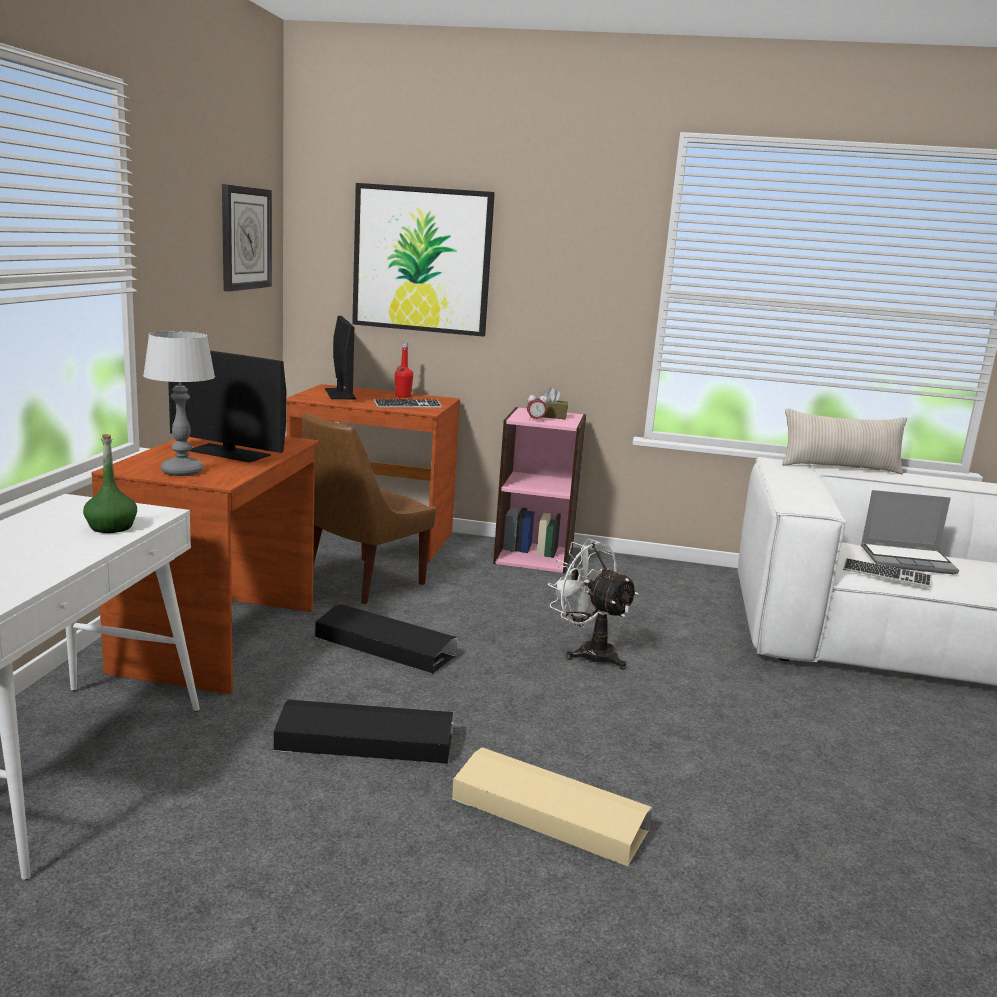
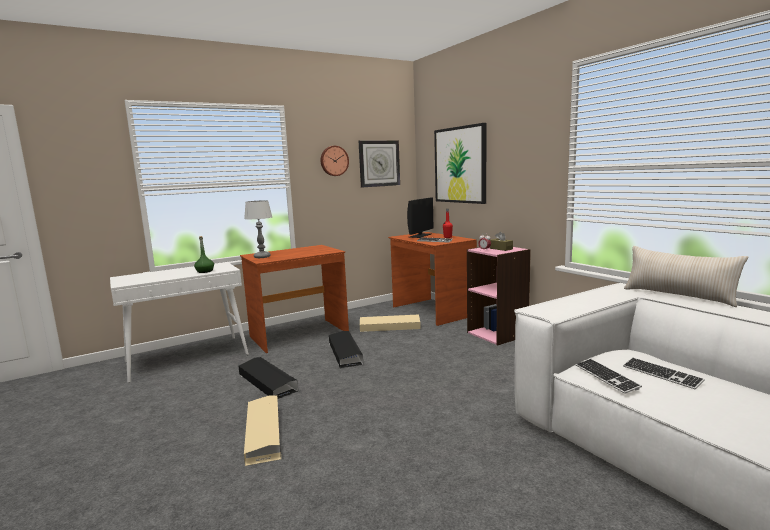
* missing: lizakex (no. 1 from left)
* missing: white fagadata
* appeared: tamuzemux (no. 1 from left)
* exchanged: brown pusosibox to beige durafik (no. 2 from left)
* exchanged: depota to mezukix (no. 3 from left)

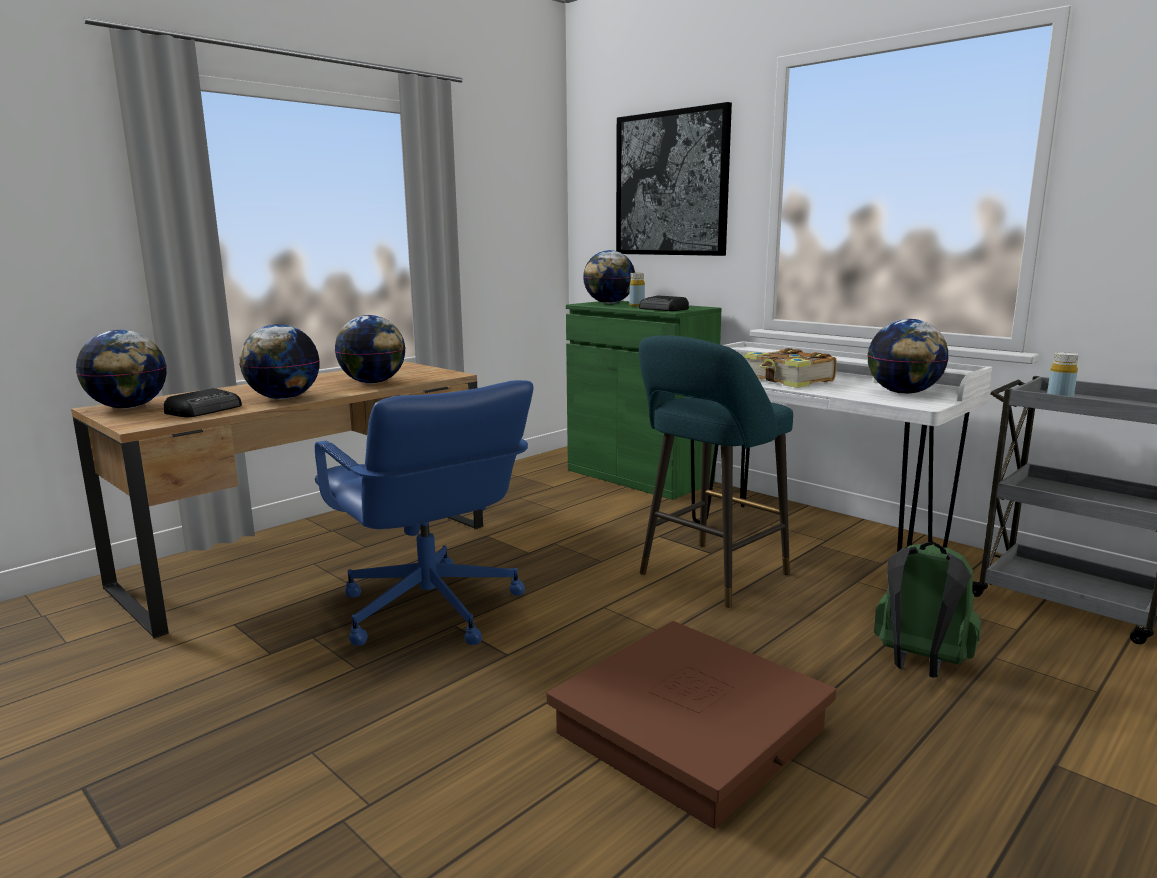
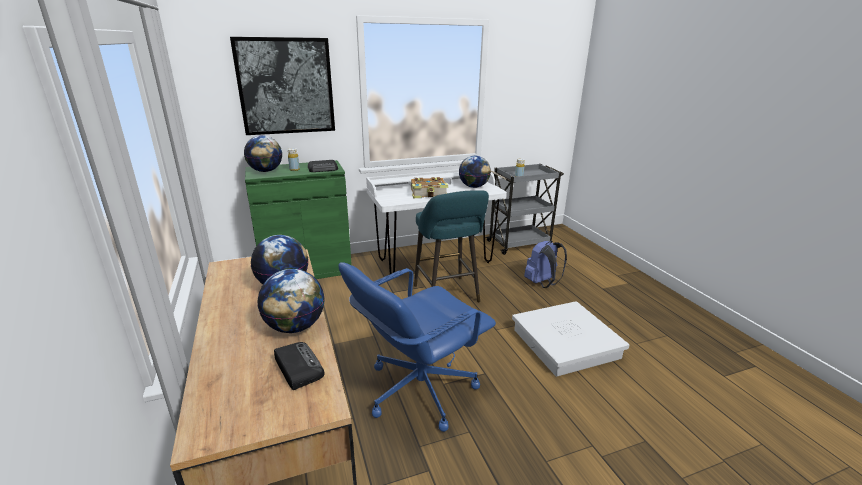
* missing: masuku (no. 1 from left)
* colour: brown durafik to white durafik
* colour: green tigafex to blue tigafex
* spun: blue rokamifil 150 degrees clockwise

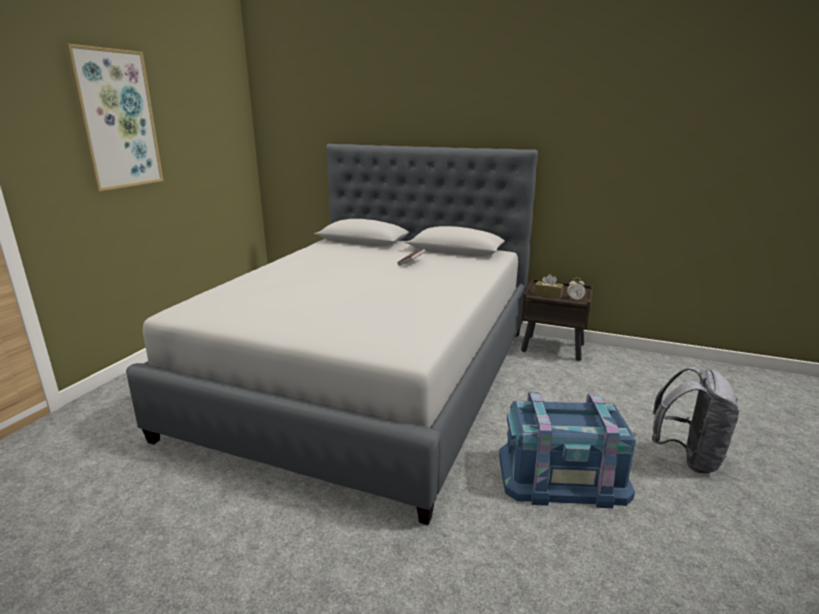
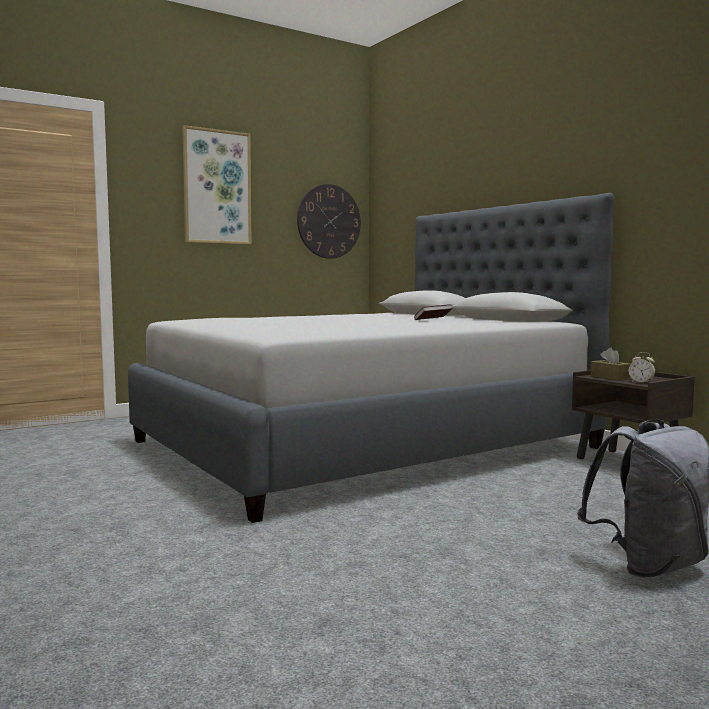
* missing: blue durafik
* appeared: tamuzemux

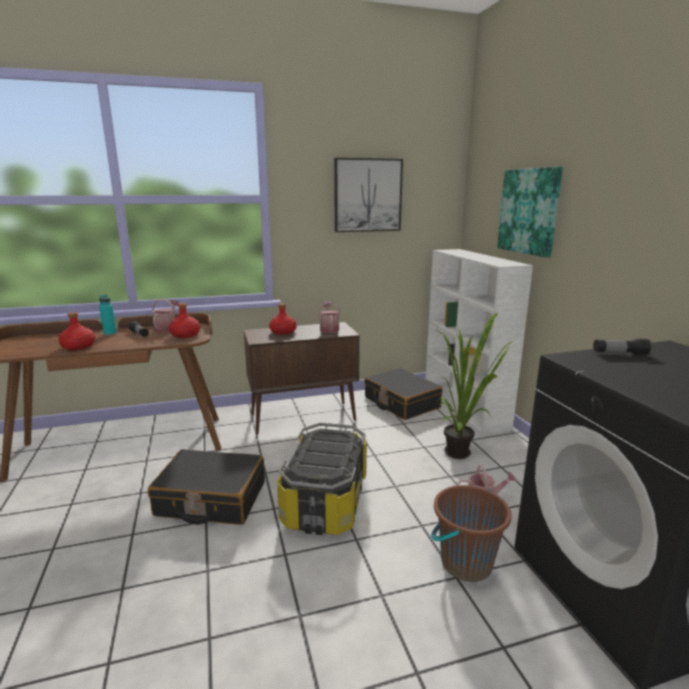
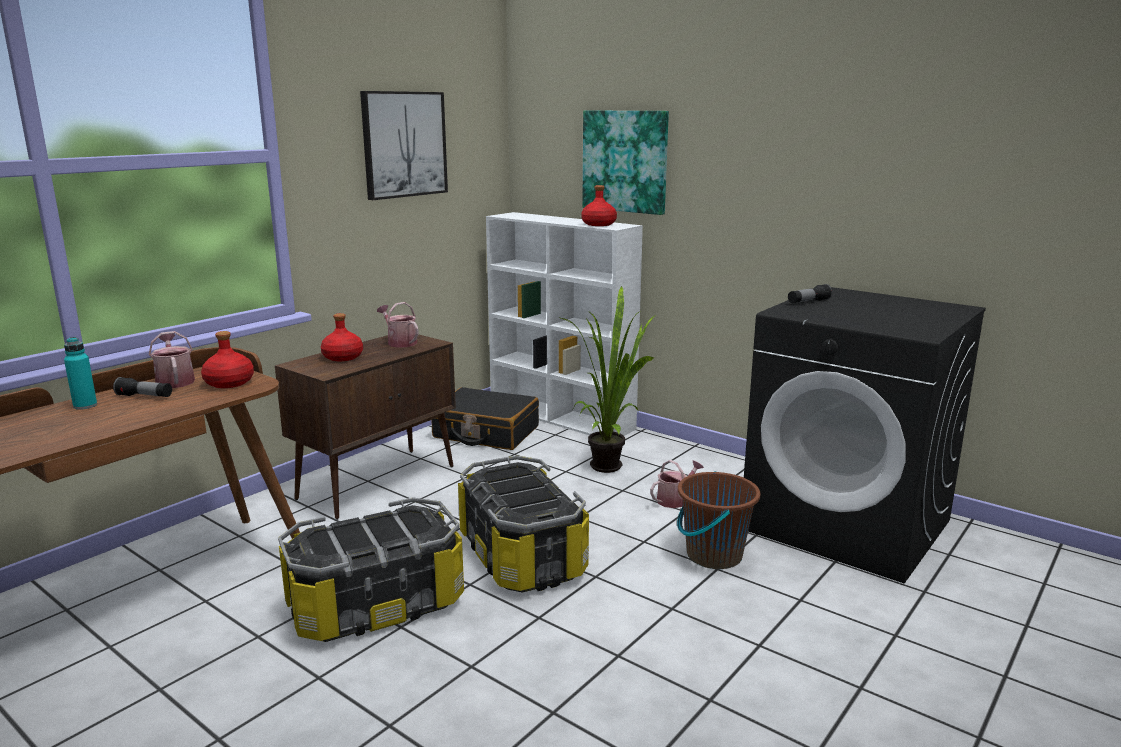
* relocated: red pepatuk (no. 1 from left in the first image) to red pepatuk (no. 3 from left)
* exchanged: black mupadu (no. 1 from left) to durafik (no. 1 from left)

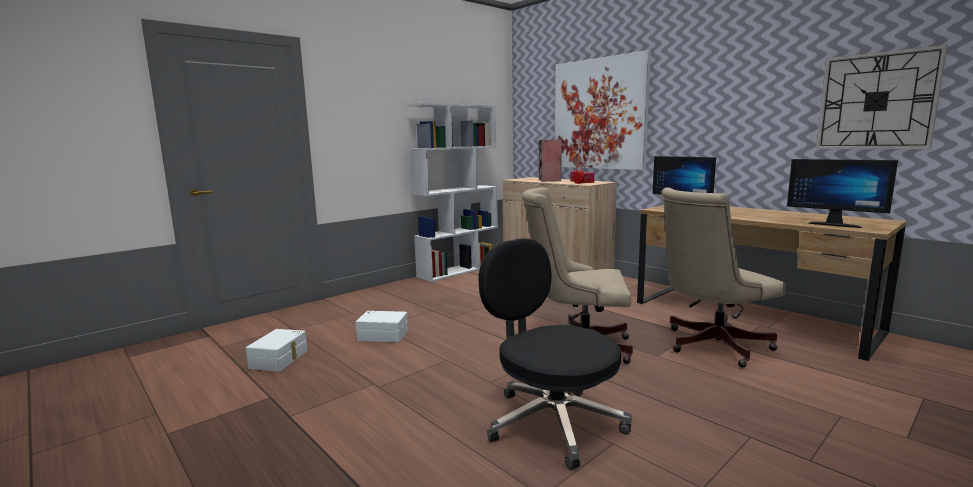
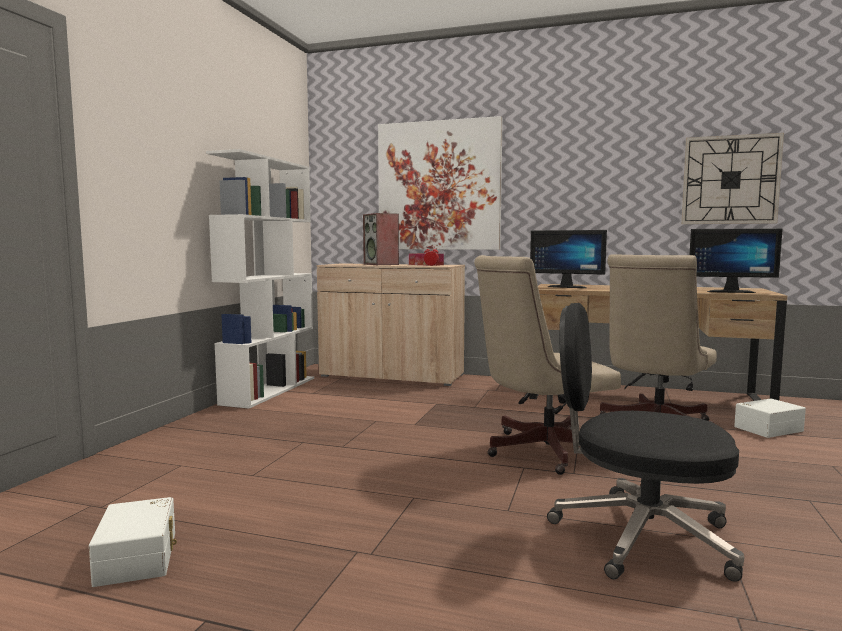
* relocated: white durafik (no. 2 from left)

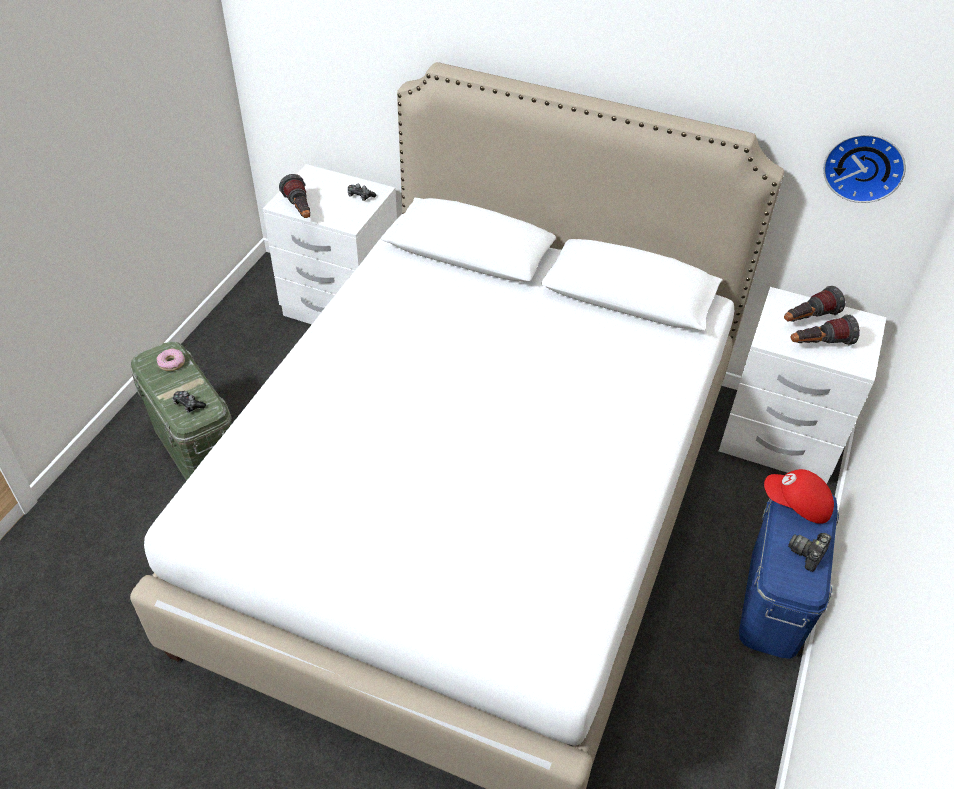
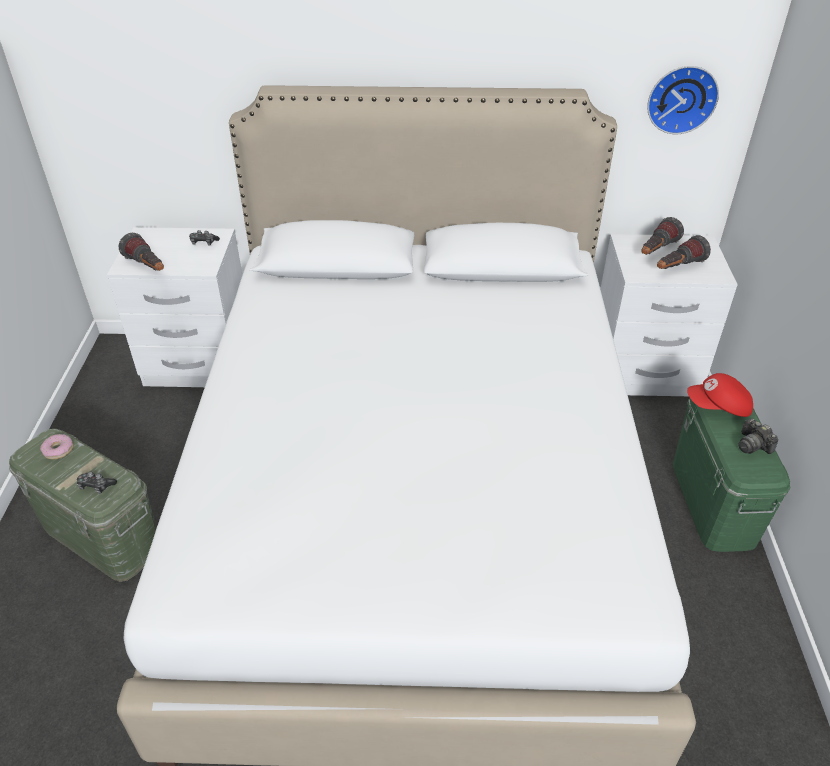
* colour: blue durafik to green durafik (no. 2 from left)
* spun: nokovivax 45 degrees counterclockwise

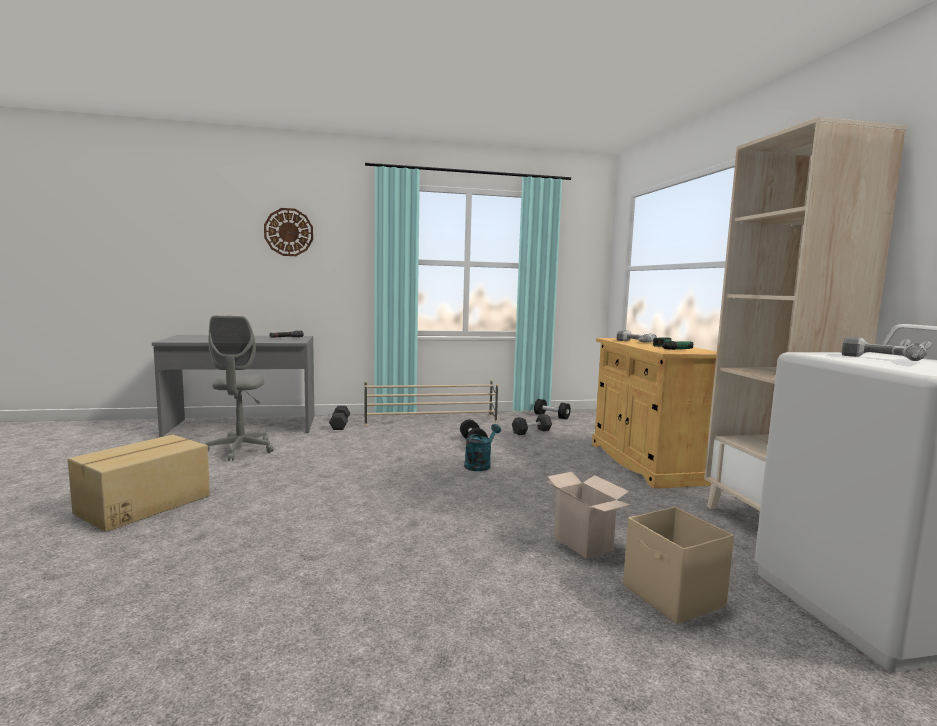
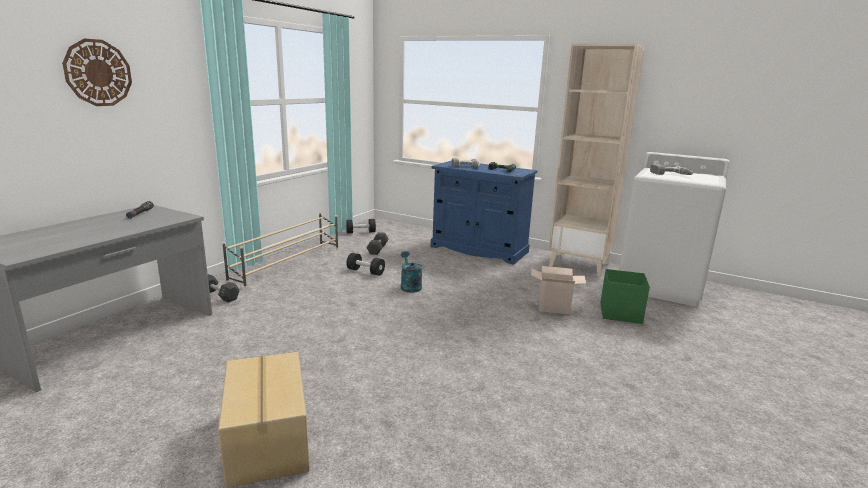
* missing: grey rokamifil
* colour: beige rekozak to blue rekozak
* colour: beige durafik to green durafik

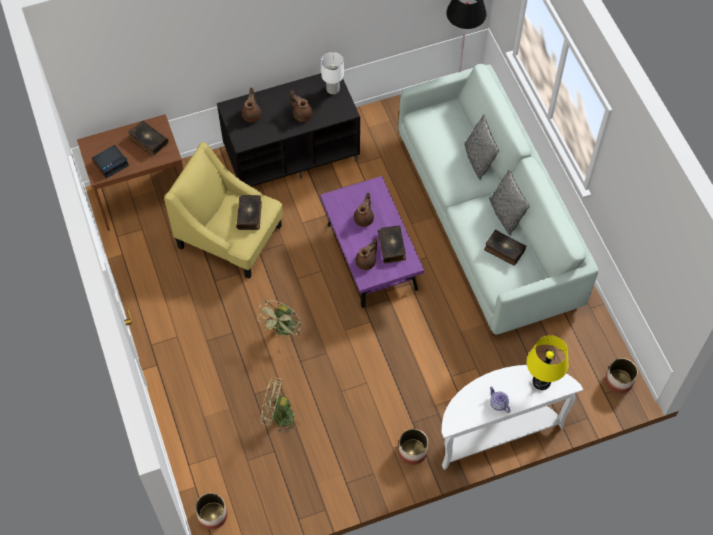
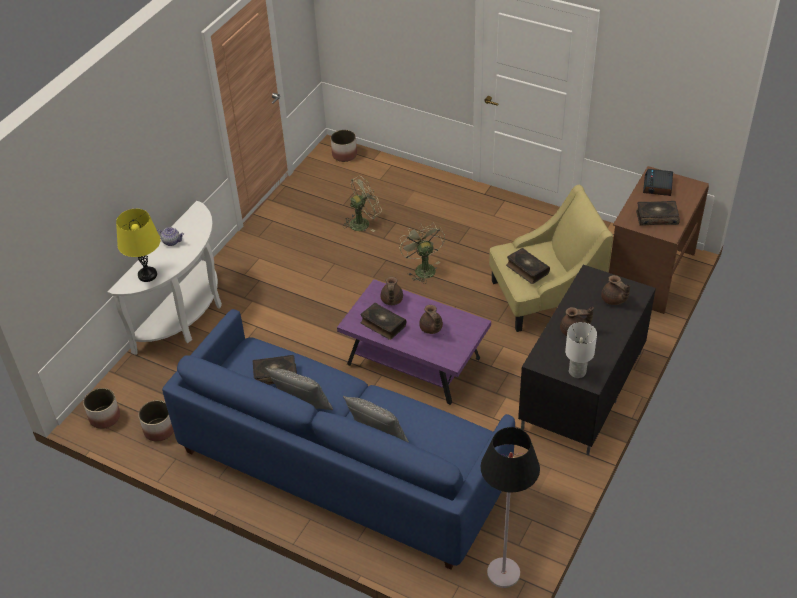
* relocated: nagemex (no. 2 from left)
* colour: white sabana to blue sabana

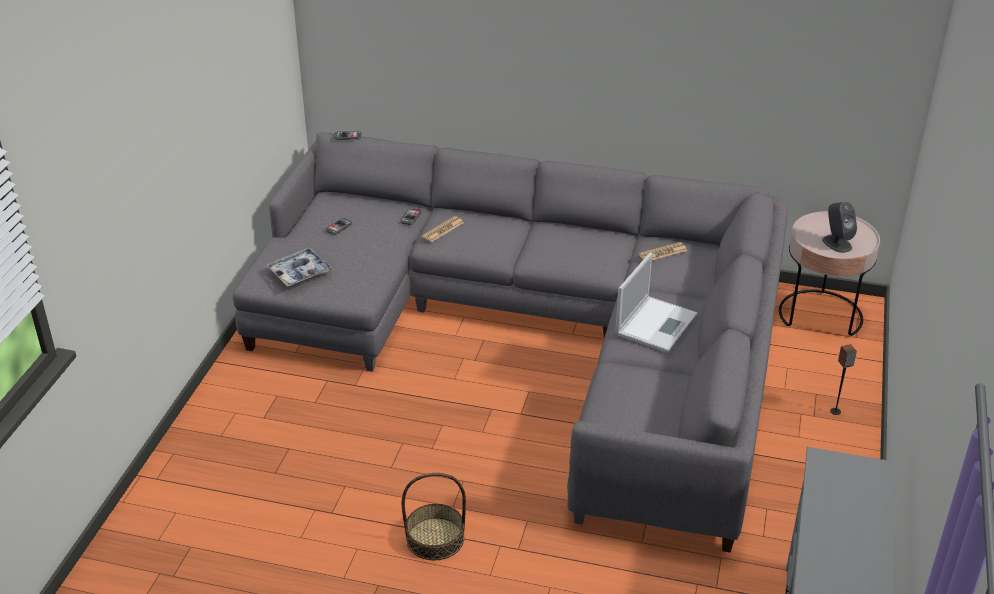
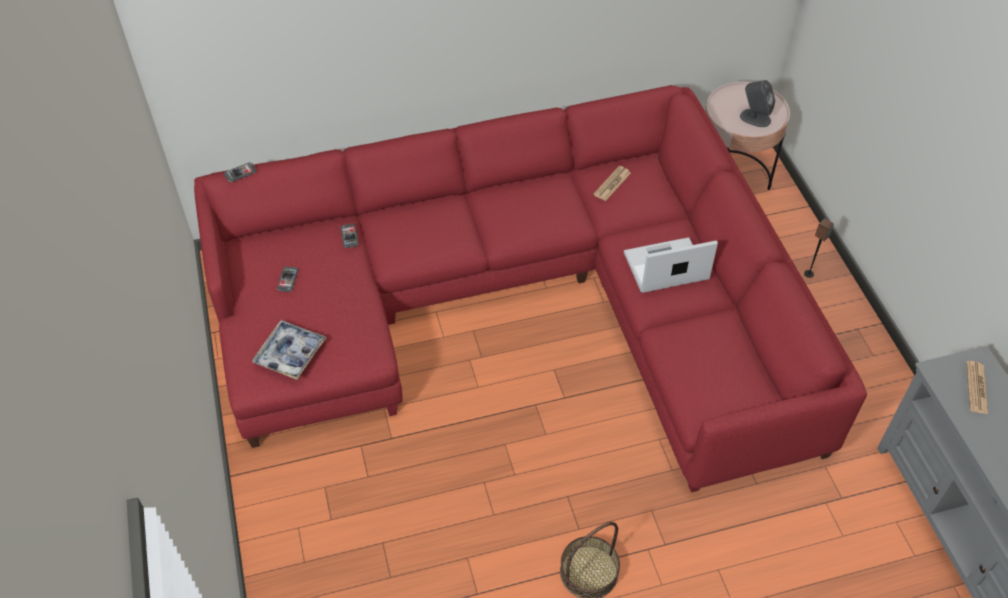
* relocated: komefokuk (no. 1 from left in the first image) to komefokuk (no. 2 from left)
* colour: grey sabana to red sabana
* spun: depota 105 degrees counterclockwise

